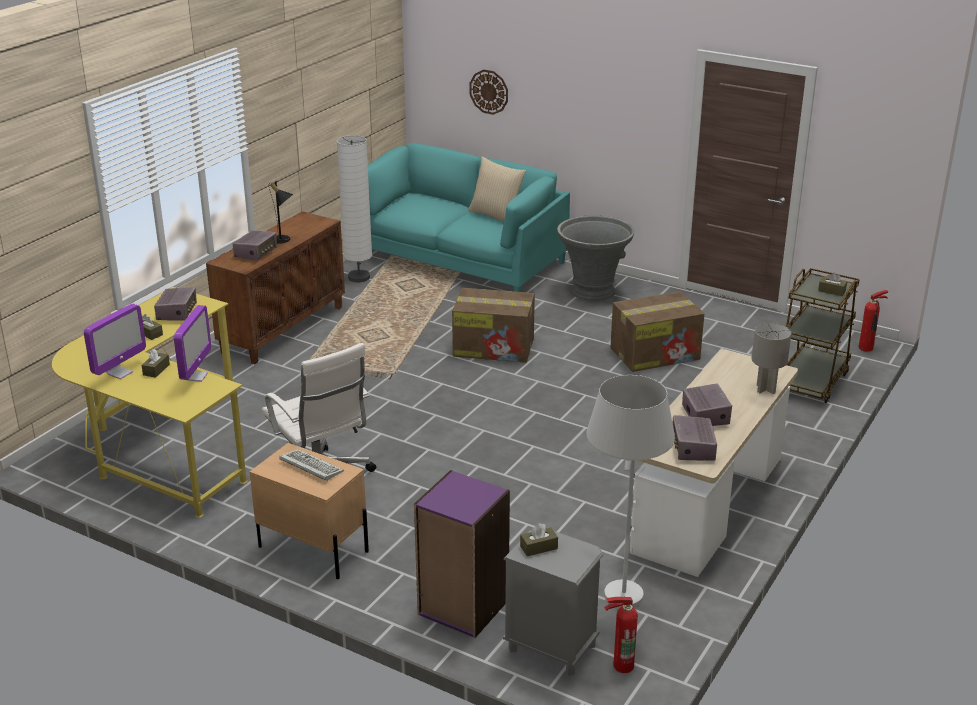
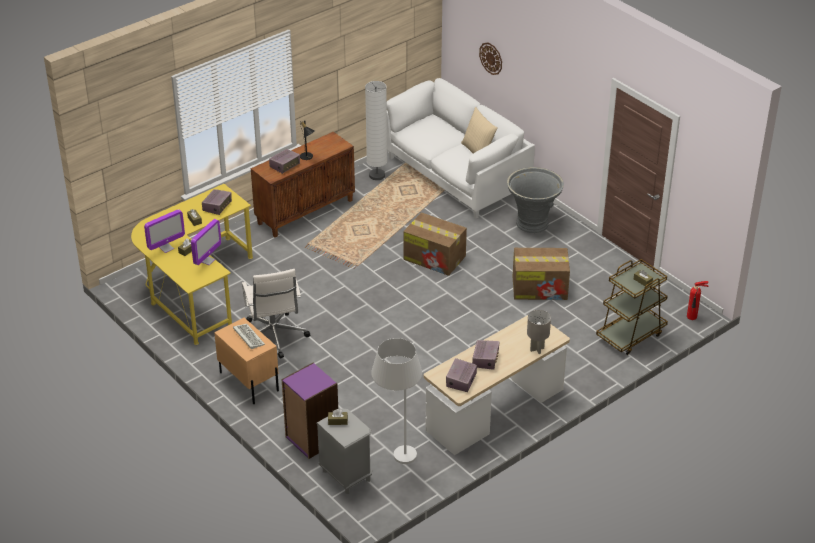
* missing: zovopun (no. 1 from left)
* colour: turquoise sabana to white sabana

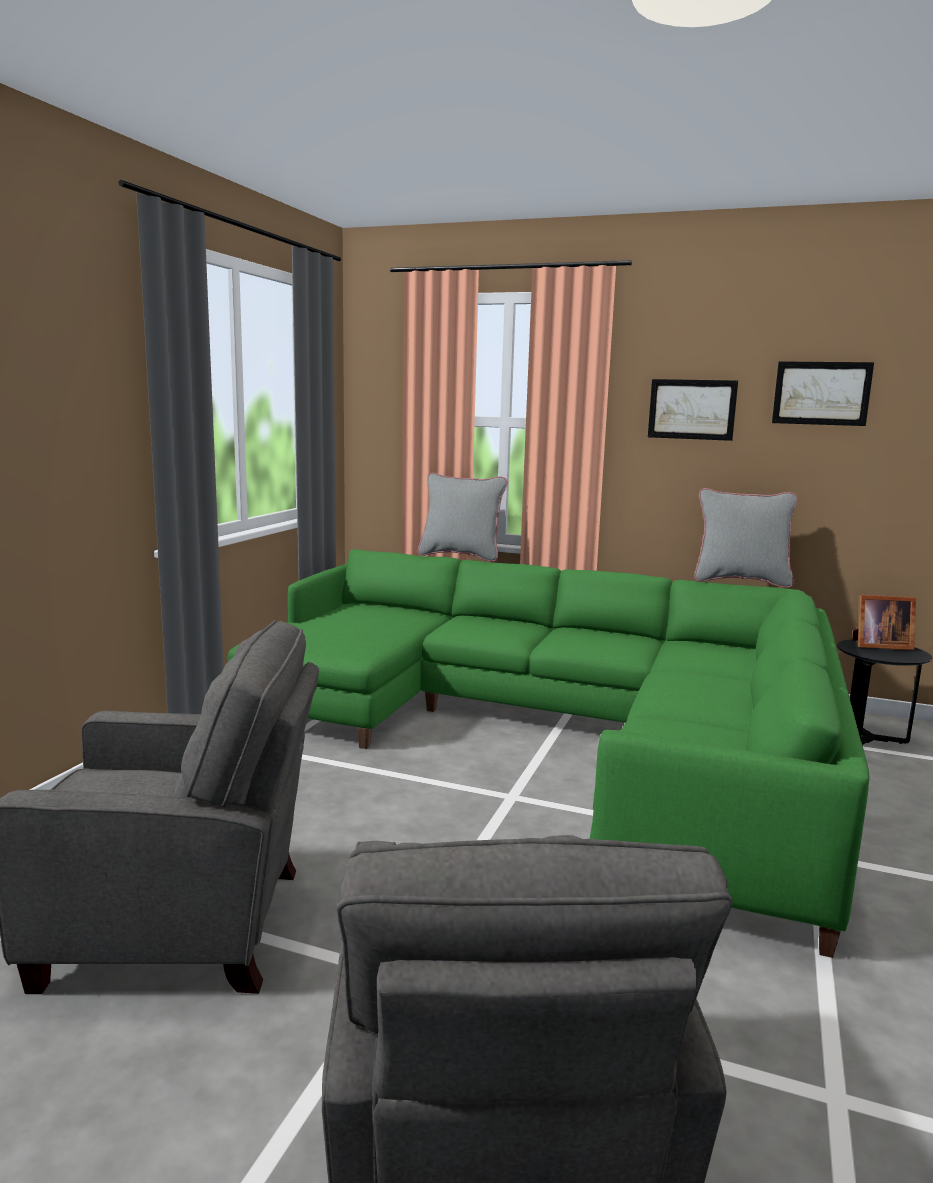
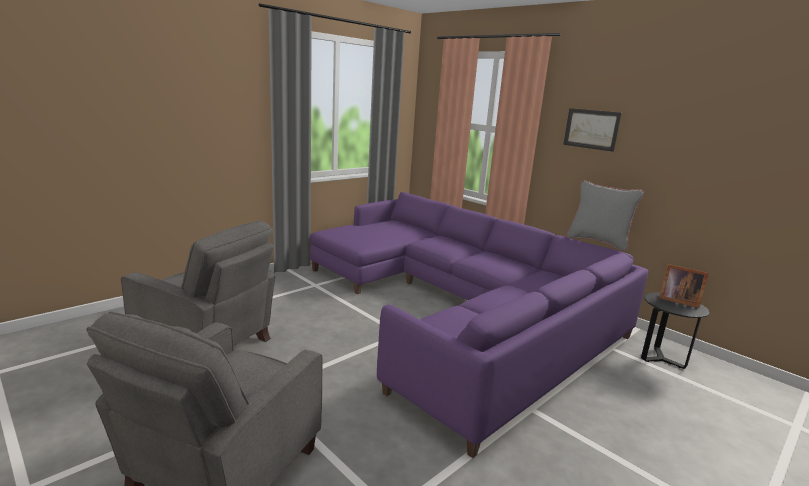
* missing: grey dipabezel (no. 1 from left)
* missing: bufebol (no. 2 from left)
* colour: green sabana to purple sabana

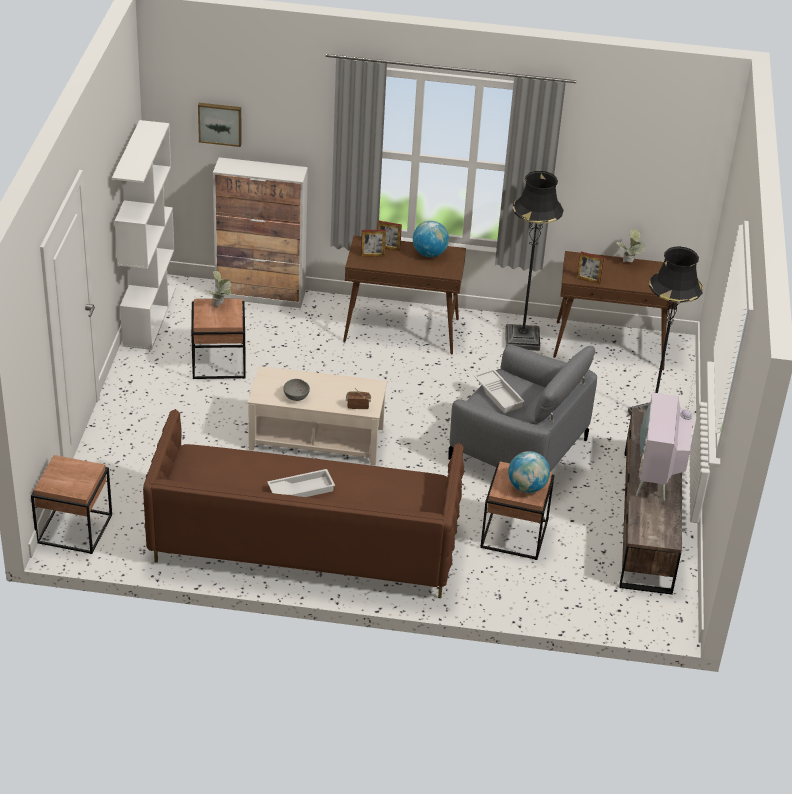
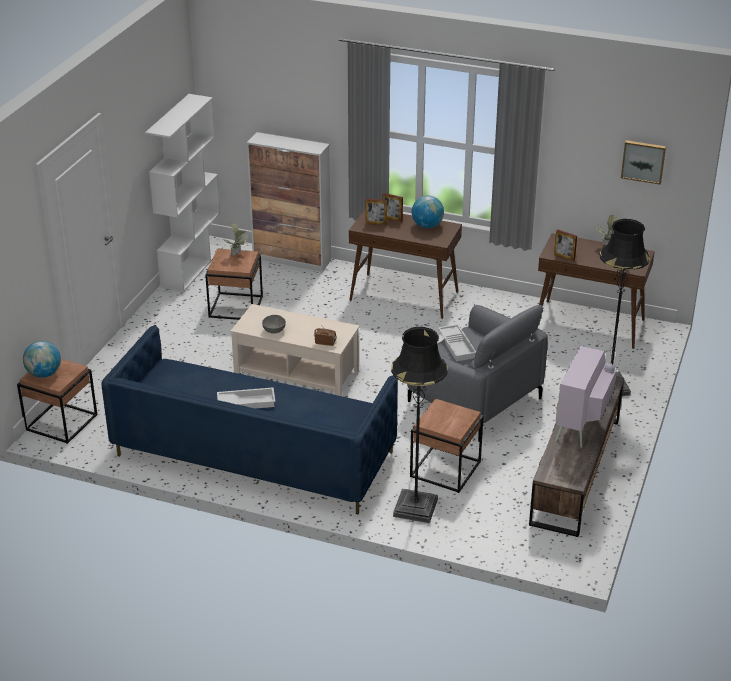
* relocated: bufebol
* relocated: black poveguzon (no. 1 from left)
* relocated: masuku (no. 2 from left in the first image) to masuku (no. 1 from left)
* colour: brown sabana to blue sabana

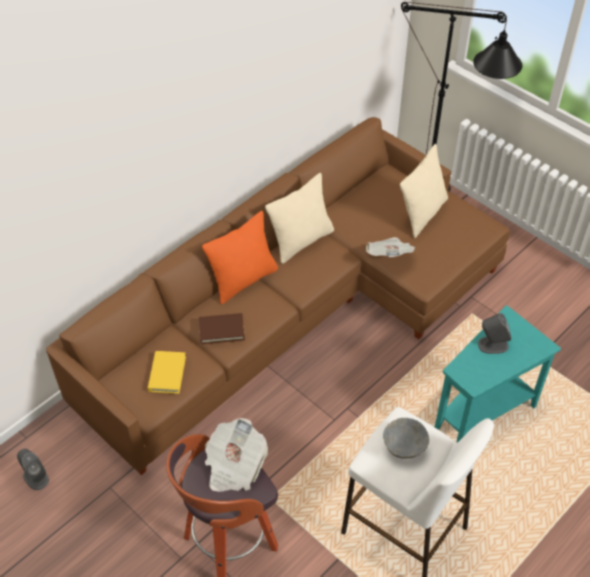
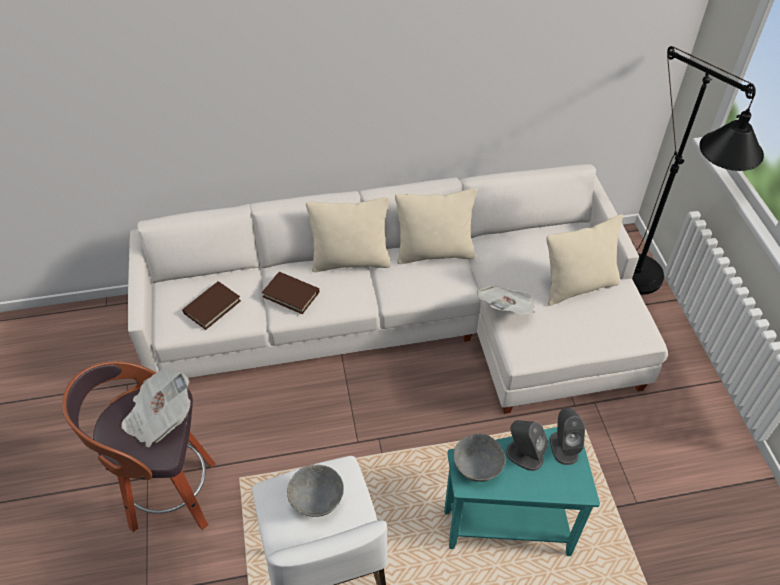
* appeared: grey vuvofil (no. 2 from left)
* relocated: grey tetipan (no. 1 from left in the first image) to grey tetipan (no. 2 from left)
* colour: brown sabana to white sabana
* colour: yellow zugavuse to brown zugavuse (no. 1 from left)
* colour: orange dipabezel to beige dipabezel (no. 1 from left)

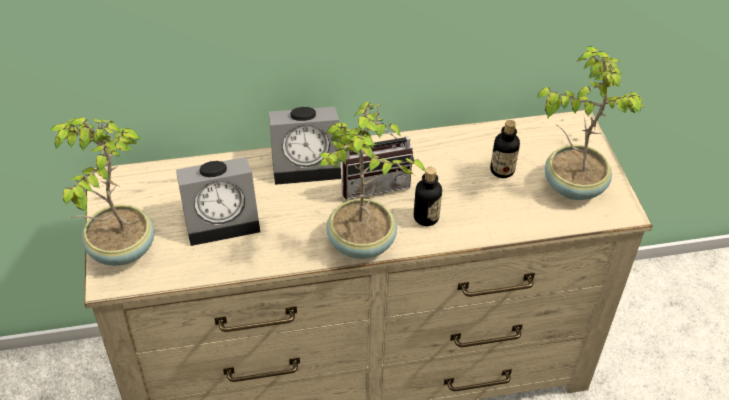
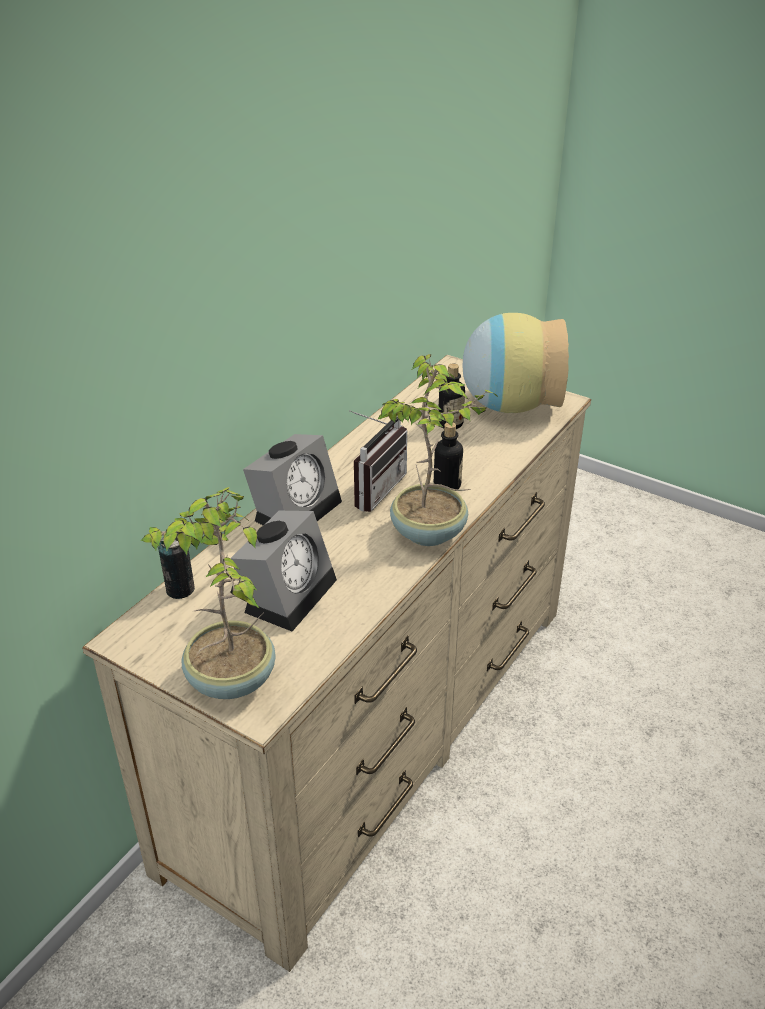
* appeared: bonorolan
* exchanged: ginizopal (no. 3 from left) to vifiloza

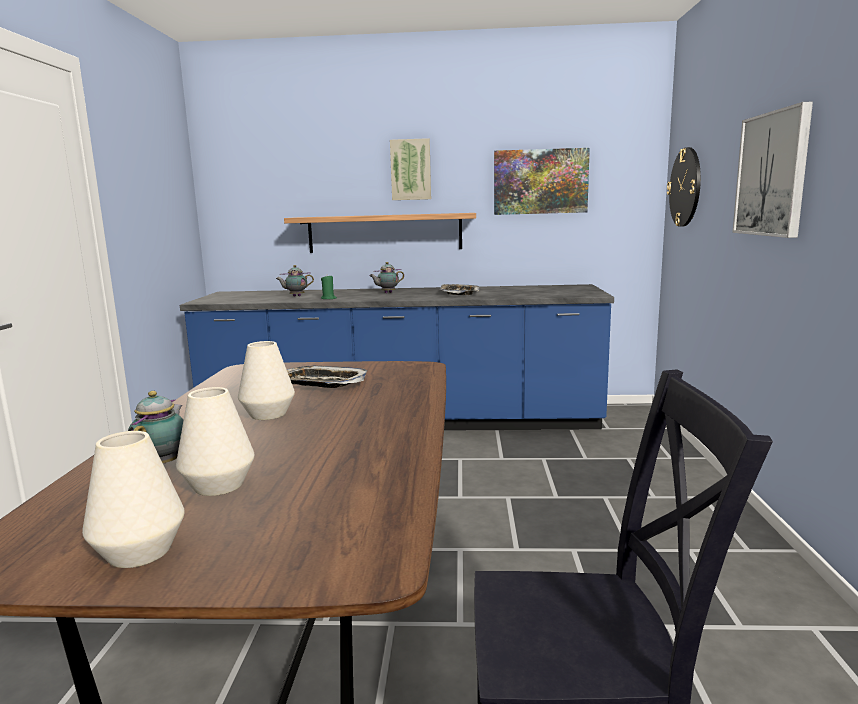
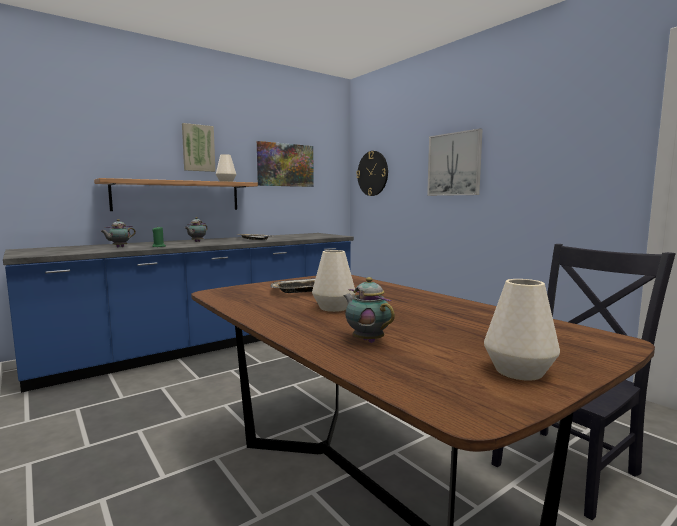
* relocated: white vifiloza (no. 2 from left in the first image) to white vifiloza (no. 1 from left)

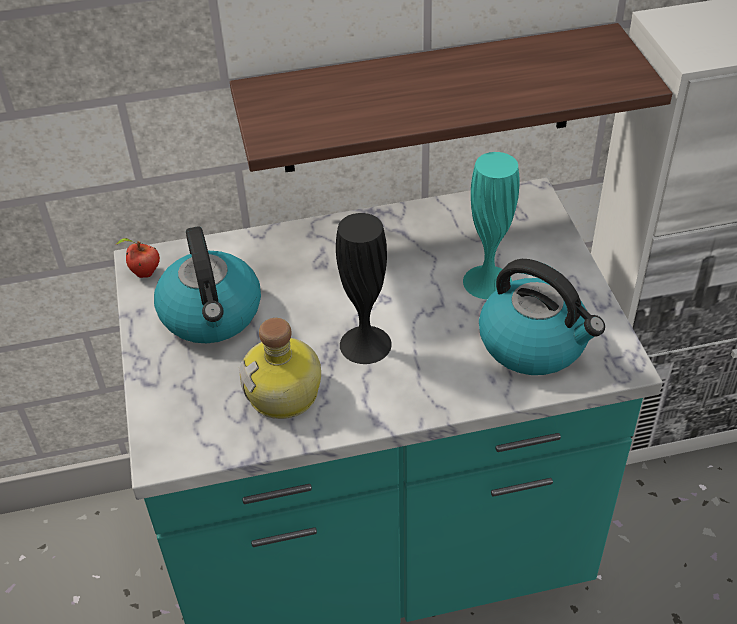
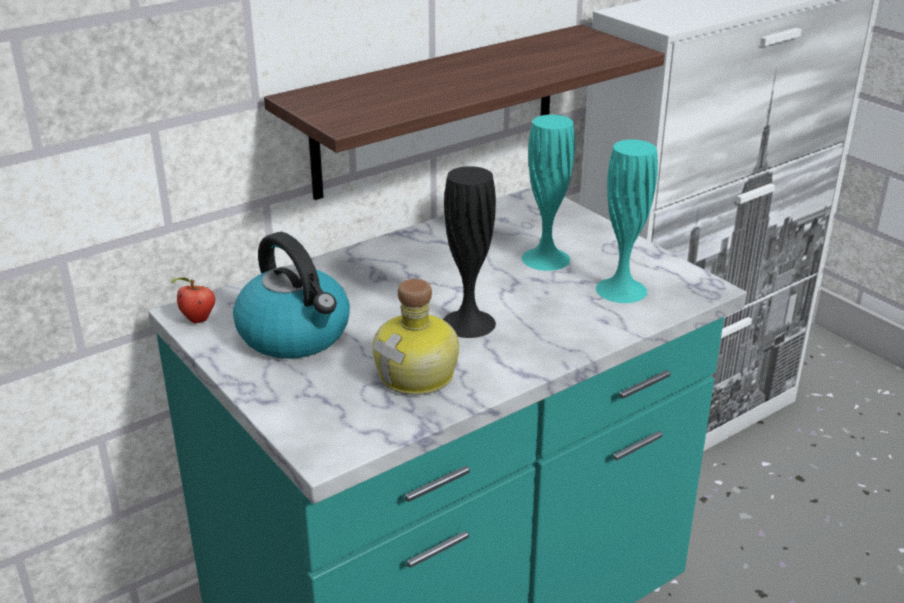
* exchanged: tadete (no. 2 from left) to turquoise vifiloza (no. 2 from left)

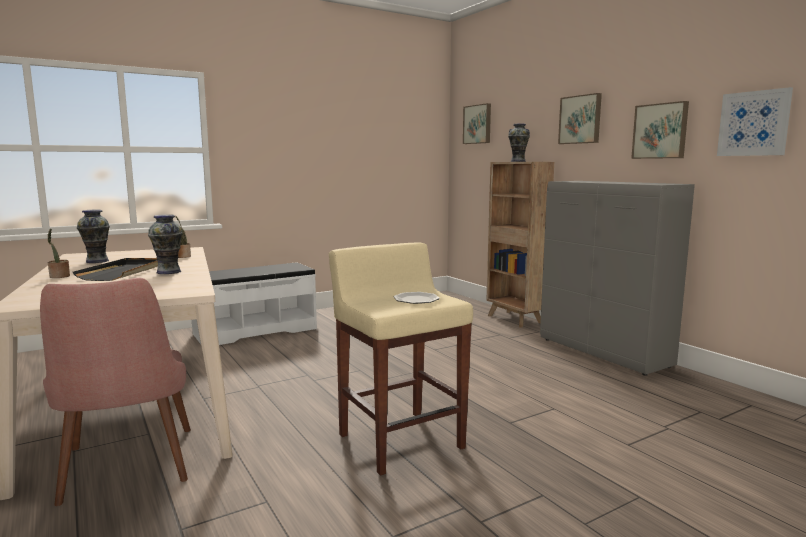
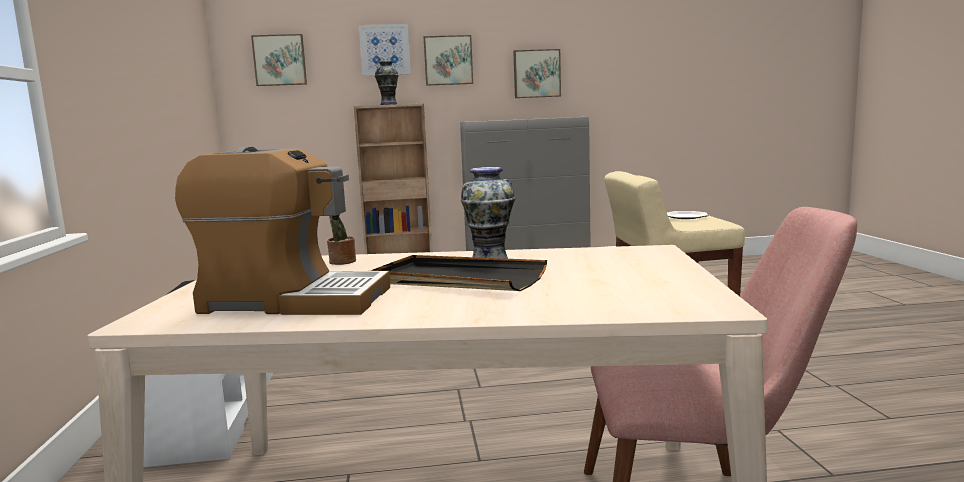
* missing: ginizopal (no. 1 from left)
* relocated: bufebol (no. 4 from left in the first image) to bufebol (no. 2 from left)
* exchanged: vifiloza (no. 1 from left) to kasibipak

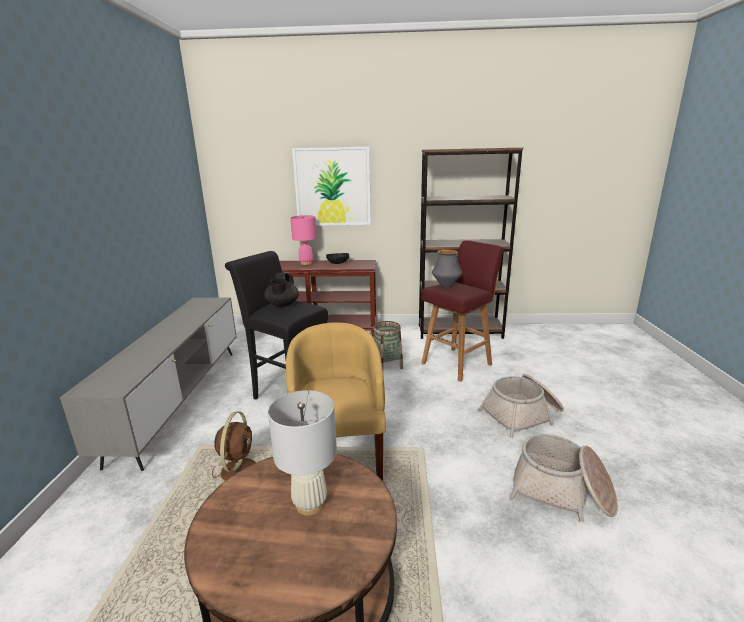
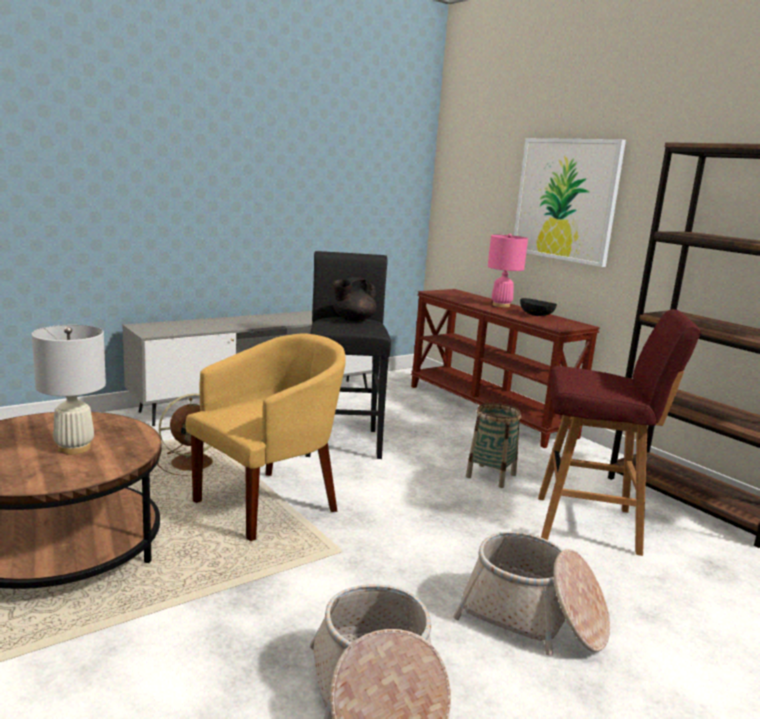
* missing: vifiloza

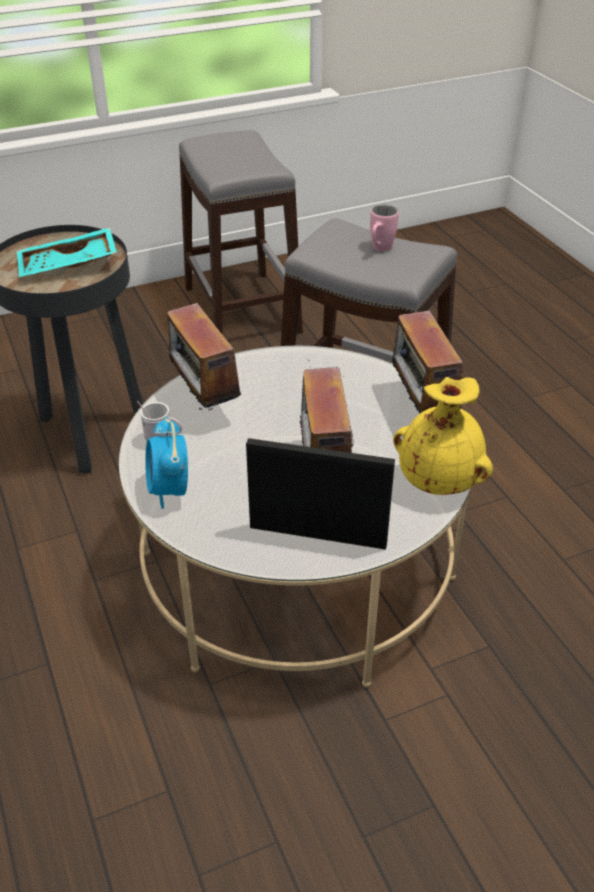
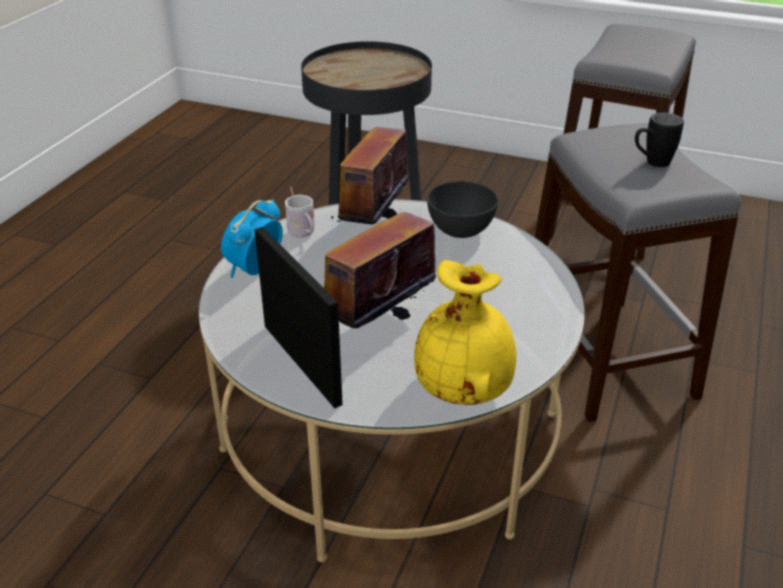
* missing: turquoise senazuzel
* missing: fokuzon (no. 3 from left)
* appeared: grey vuvofil
* colour: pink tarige to black tarige

